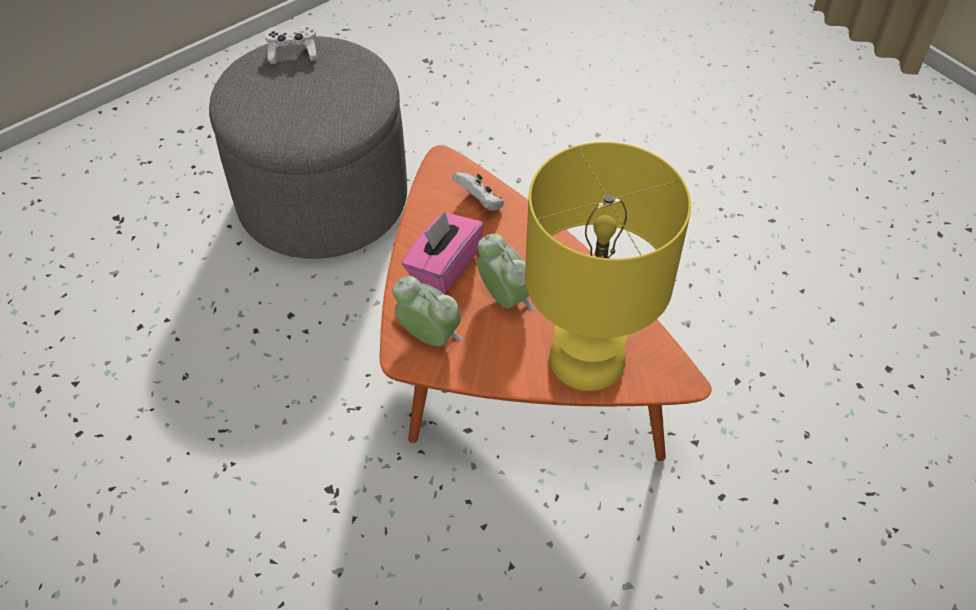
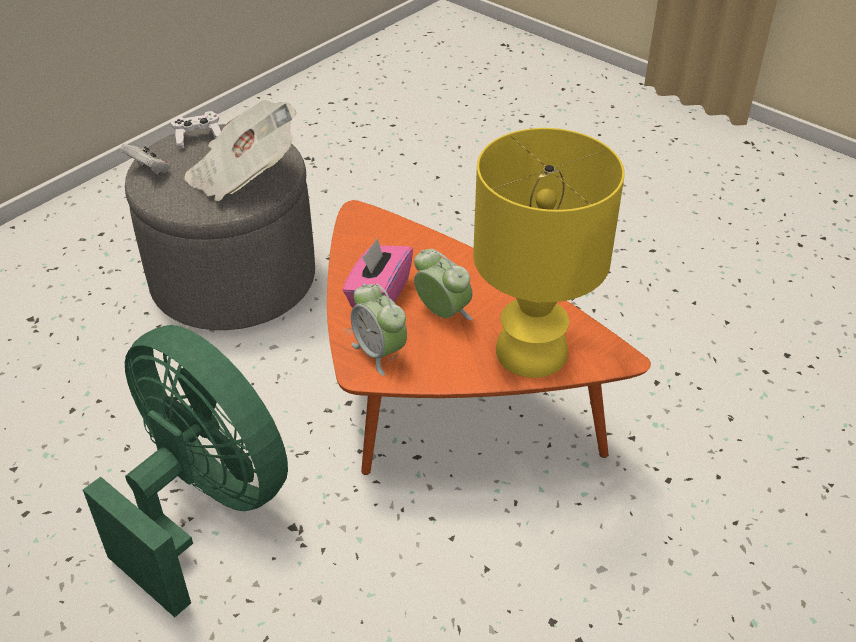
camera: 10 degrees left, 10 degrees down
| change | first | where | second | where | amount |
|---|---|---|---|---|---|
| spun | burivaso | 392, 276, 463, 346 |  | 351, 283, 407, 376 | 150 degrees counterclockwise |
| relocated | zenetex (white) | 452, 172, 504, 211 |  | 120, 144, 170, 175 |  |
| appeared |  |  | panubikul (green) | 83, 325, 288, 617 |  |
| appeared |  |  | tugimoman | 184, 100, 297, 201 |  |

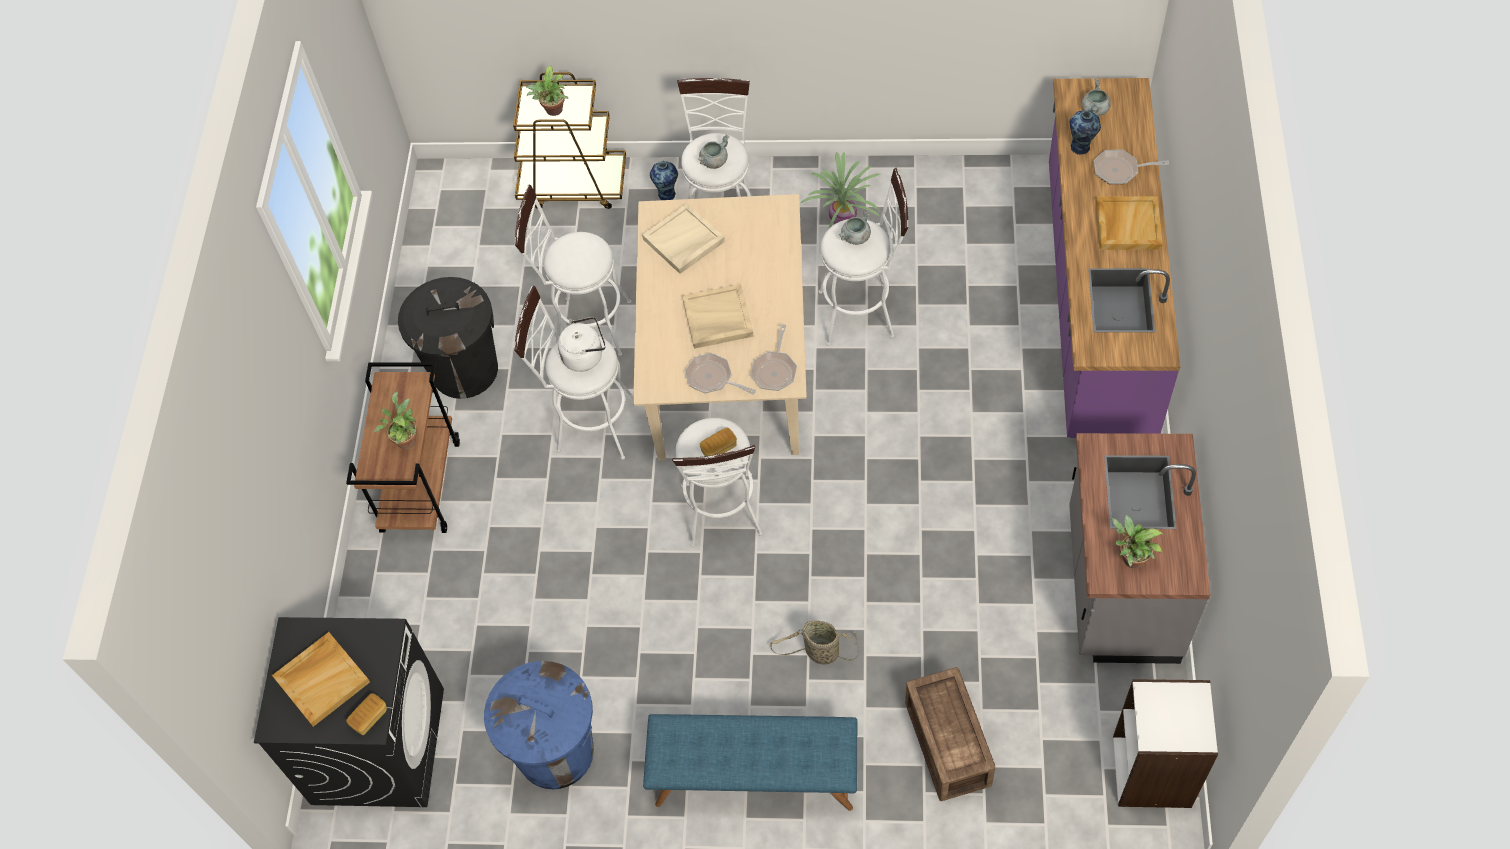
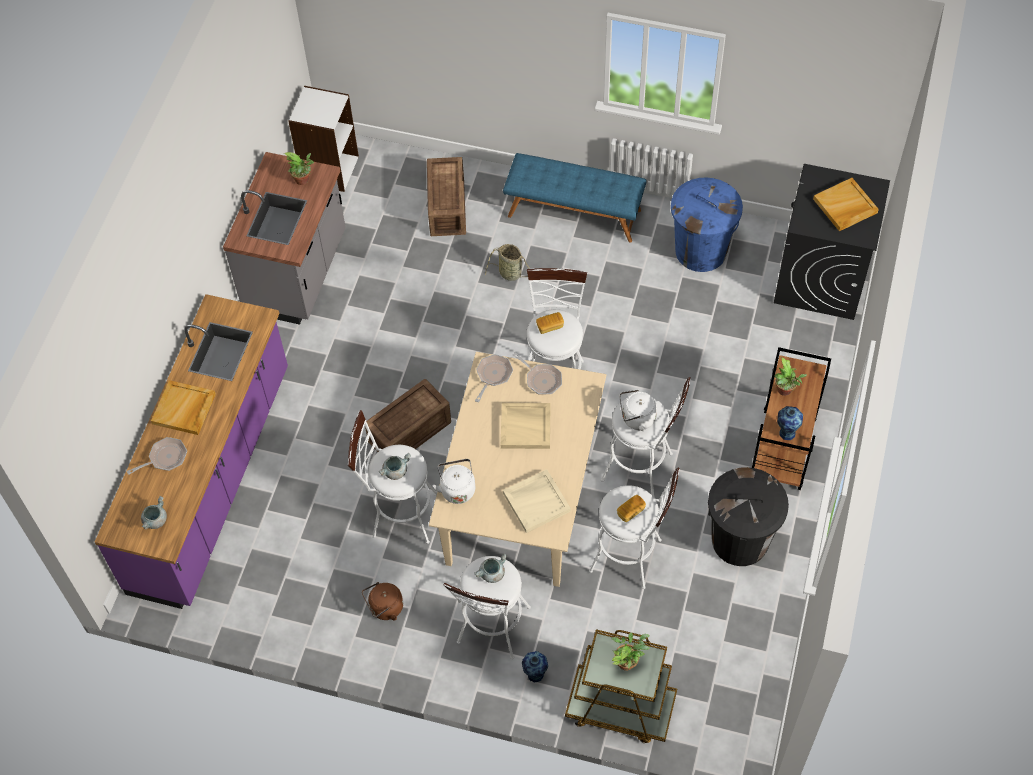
camera: 170 degrees left, 0 degrees up
| change | first | where | second | where | amount |
|---|---|---|---|---|---|
| relocated | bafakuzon | 346, 693, 387, 735 |  | 617, 495, 646, 522 |  |
| exchanged | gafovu | 801, 152, 881, 227 | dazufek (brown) | 362, 582, 403, 621 |  |
| relocated | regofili | 1070, 110, 1101, 155 |  | 777, 406, 803, 440 |  |
| spun | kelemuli | 1094, 150, 1169, 185 |  | 127, 437, 187, 475 | 45 degrees counterclockwise |
| appeared |  |  | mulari | 365, 379, 451, 452 |  |
| appeared |  |  | dazufek (white) | 432, 459, 475, 504 |  |

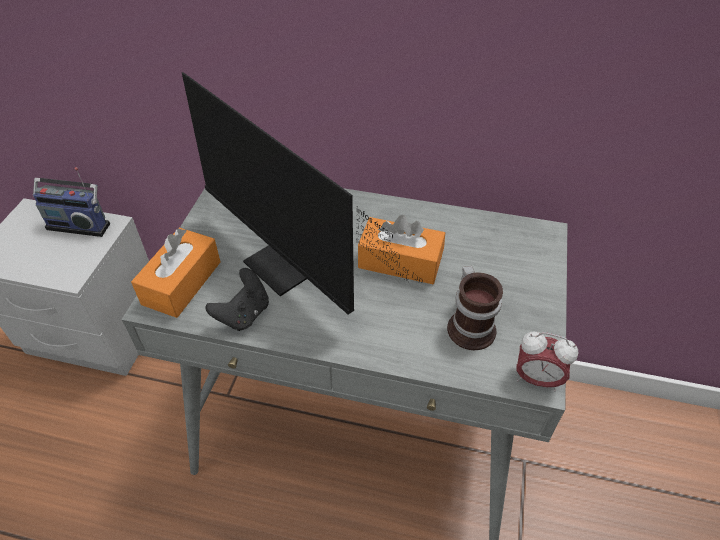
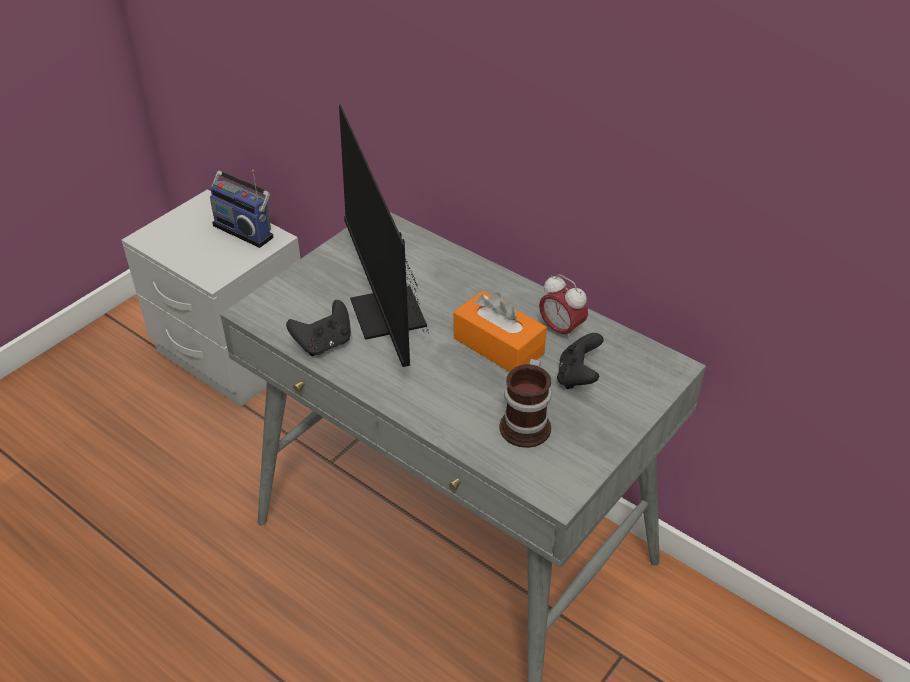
camera: 25 degrees right, 5 degrees down
| change | first | where | second | where | amount |
|---|---|---|---|---|---|
| missing | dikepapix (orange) | 131, 228, 220, 318 |  |  |  |
| relocated | burivaso | 517, 331, 578, 392 |  | 539, 274, 588, 342 |  |
| appeared |  |  | zenetex (black) | 557, 333, 604, 389 |  |

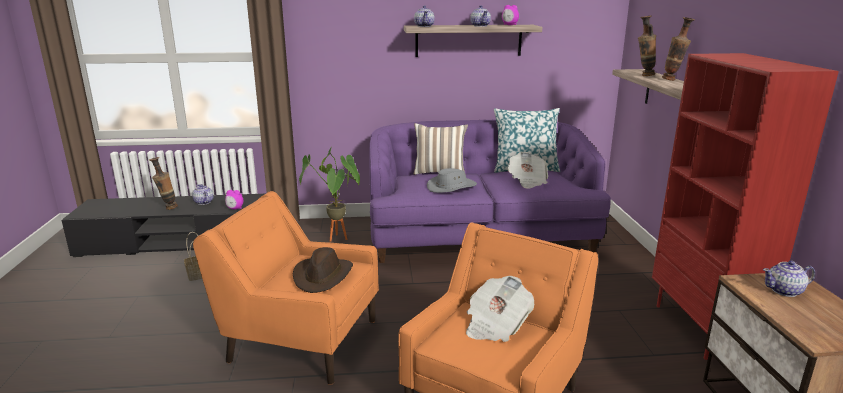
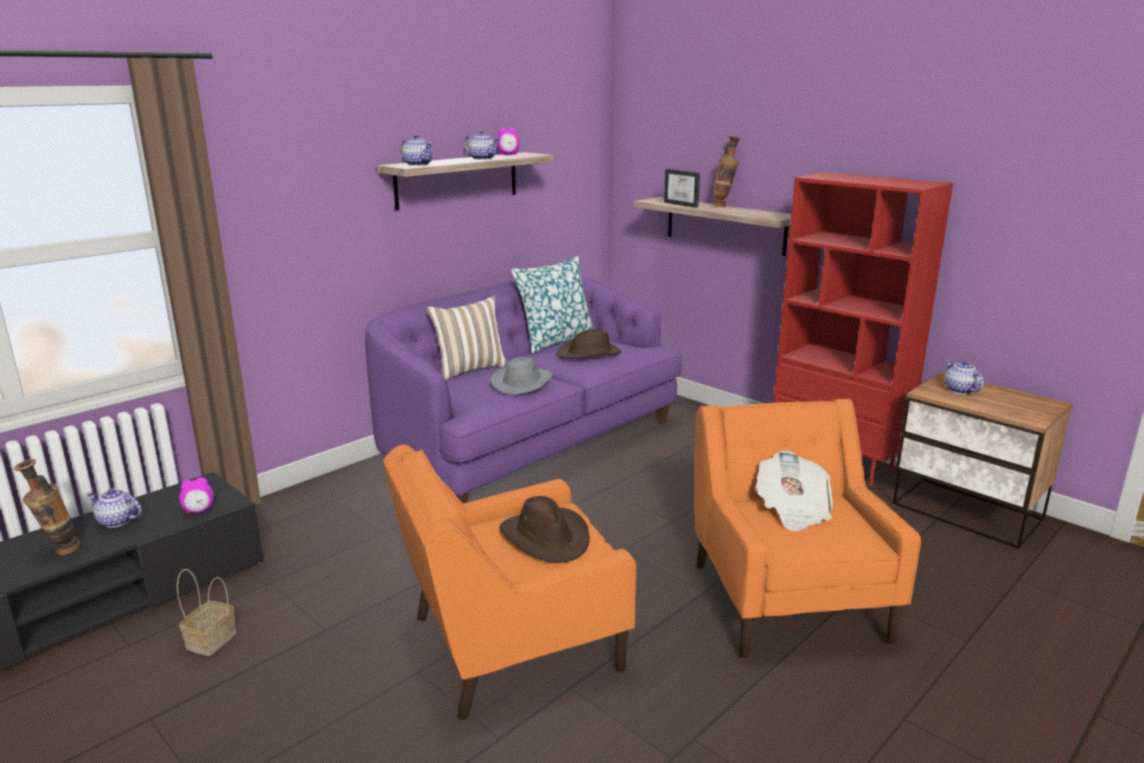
camera: 40 degrees left, 0 degrees up
| change | first | where | second | where | amount |
|---|---|---|---|---|---|
| missing | gafovu | 299, 148, 360, 242 |  |  |  |
| exchanged | tugimoman | 508, 152, 548, 189 | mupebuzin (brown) | 557, 329, 621, 359 |  |
| exchanged | regofili | 638, 15, 656, 76 | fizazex | 664, 169, 700, 208 |  |
| spun | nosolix | 763, 261, 815, 297 |  | 945, 360, 984, 394 | 120 degrees clockwise |

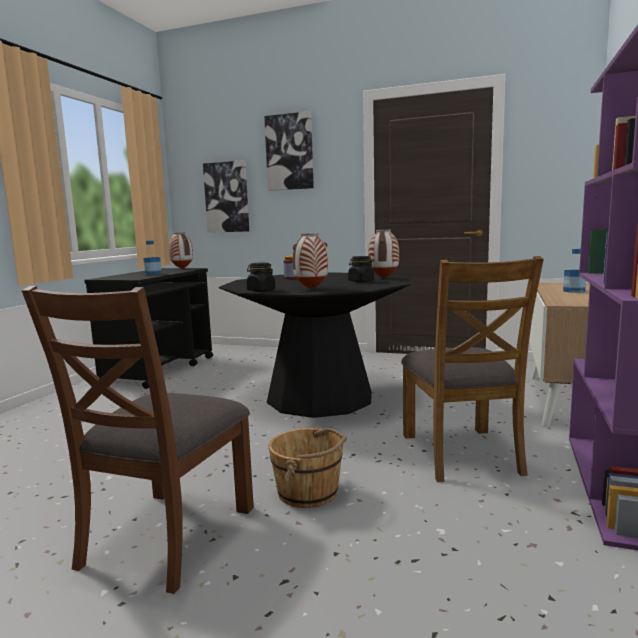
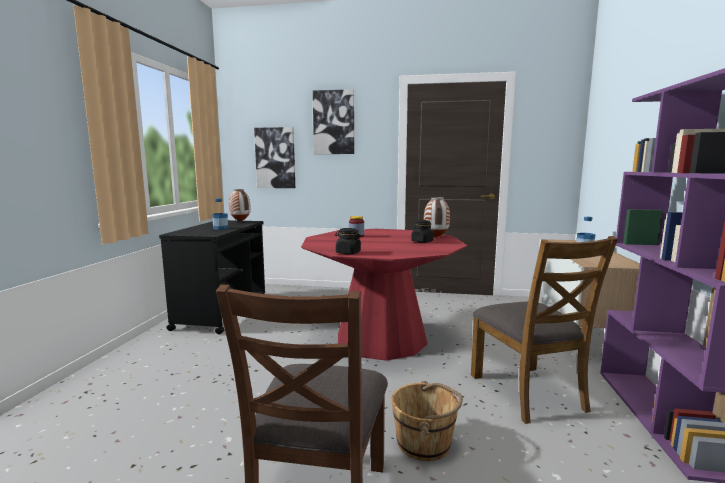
camera: 10 degrees left, 0 degrees up
| change | first | where | second | where | amount |
|---|---|---|---|---|---|
| colour | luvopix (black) | 219, 272, 411, 418 | luvopix (red) | 301, 229, 467, 361 |  |
| missing | regofili | 293, 233, 329, 289 |  |  |  |

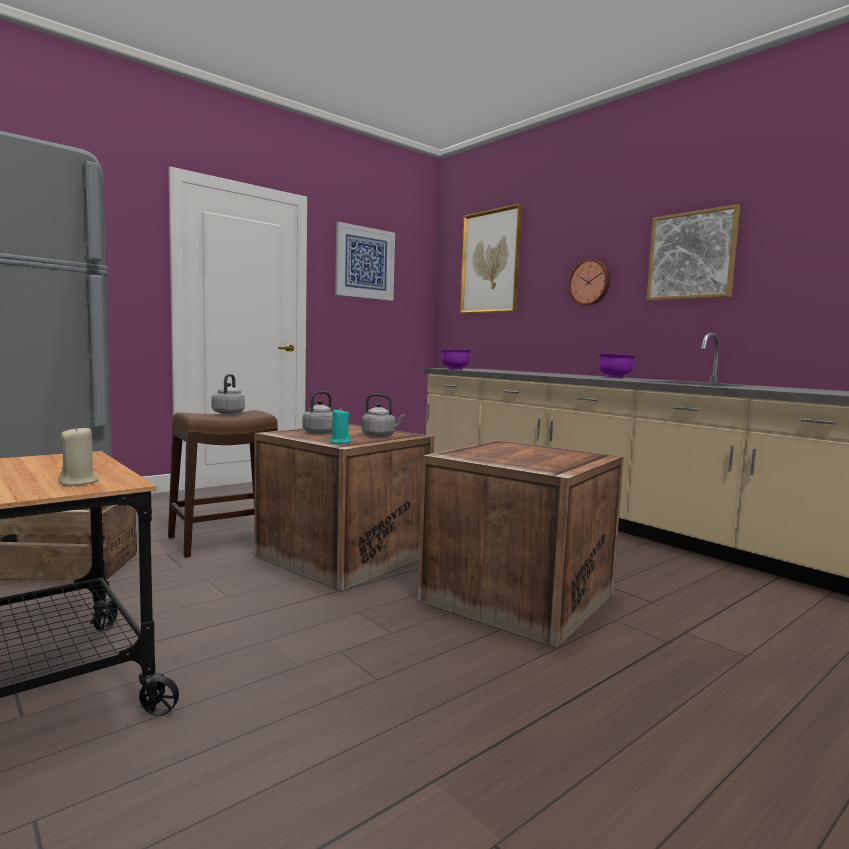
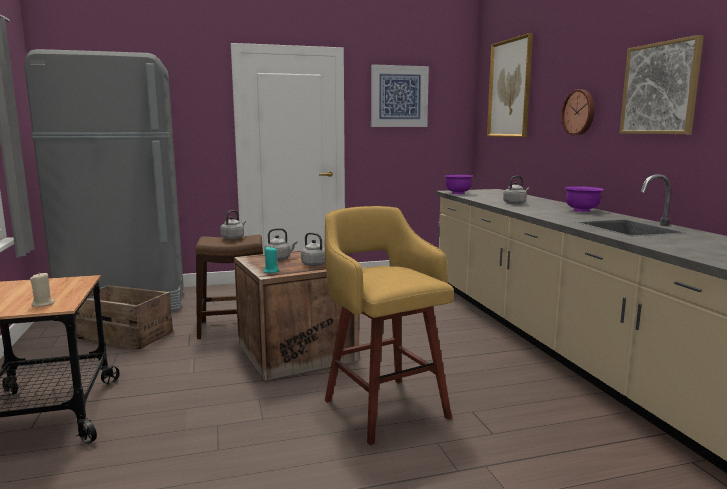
camera: 25 degrees right, 5 degrees up
| change | first | where | second | where | amount |
|---|---|---|---|---|---|
| exchanged | mulari | 418, 440, 624, 648 | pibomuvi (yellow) | 325, 206, 454, 445 |  |
| appeared |  |  | dazufek (grey) | 503, 176, 530, 204 |  |

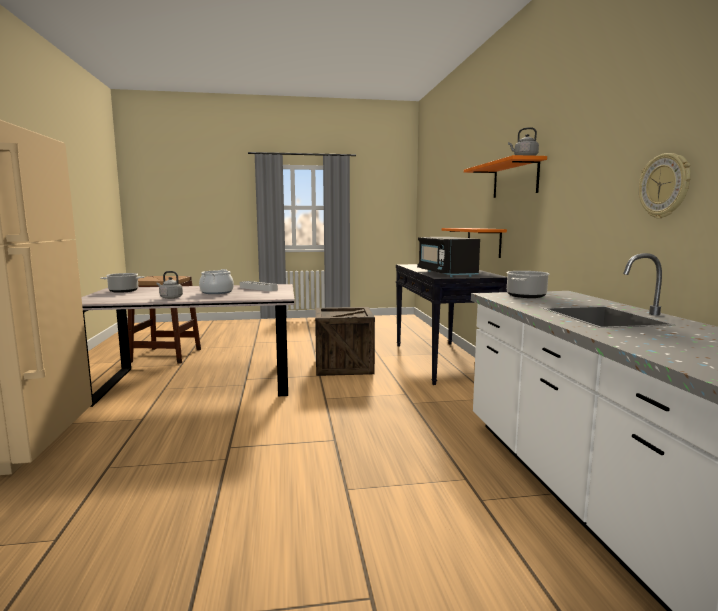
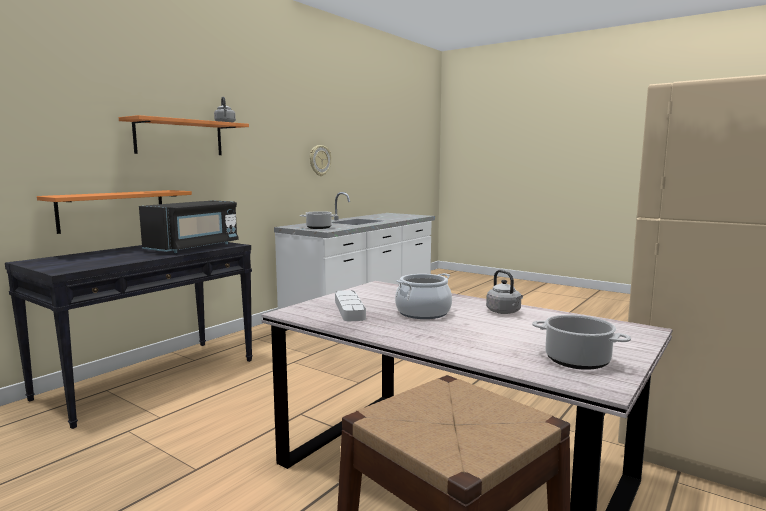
camera: 135 degrees left, 0 degrees up
| change | first | where | second | where | amount |
|---|---|---|---|---|---|
| missing | mulari | 315, 307, 375, 376 |  |  |  |

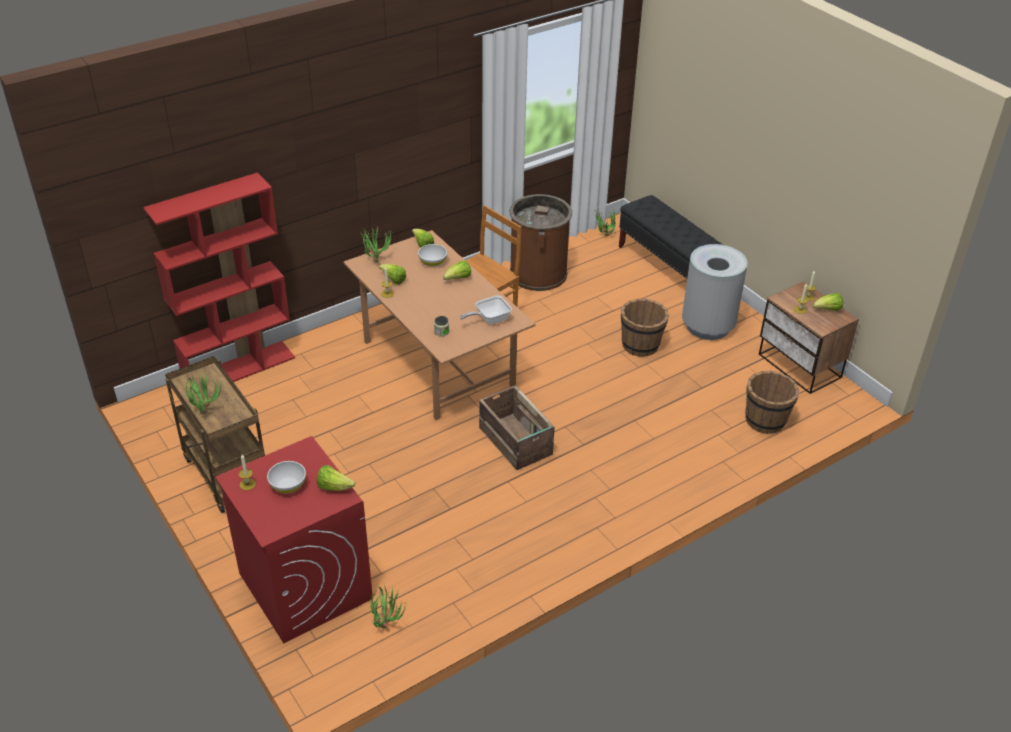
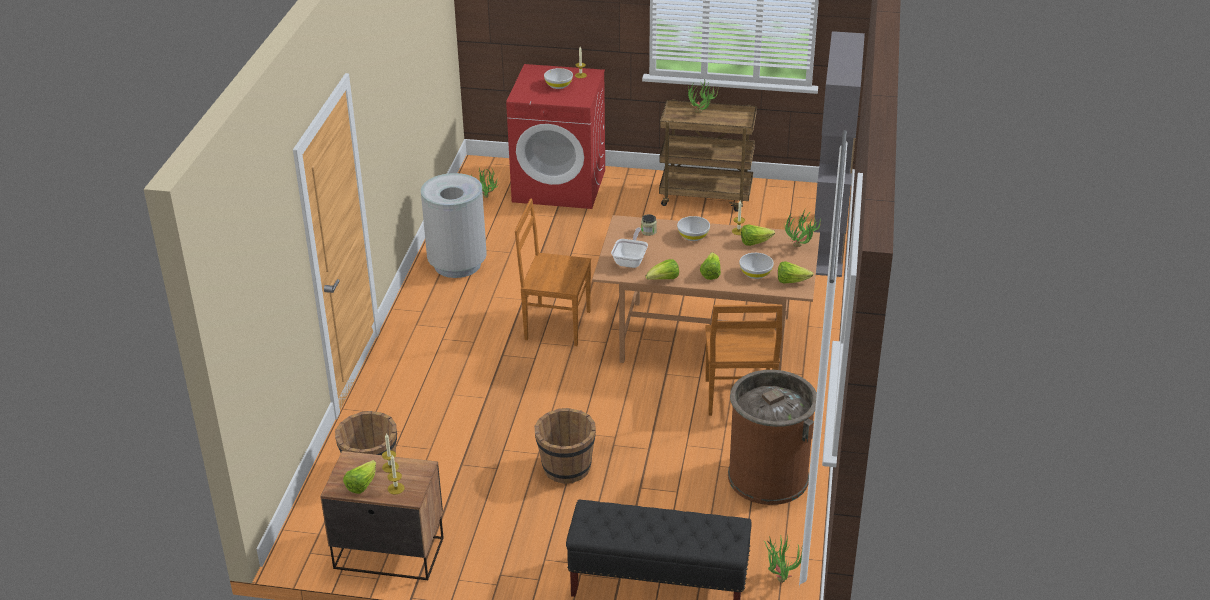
camera: 135 degrees right, 5 degrees down
| change | first | where | second | where | amount |
|---|---|---|---|---|---|
| colour | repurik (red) | 143, 172, 295, 382 | repurik (grey) | 814, 31, 865, 277 |  |
| relocated | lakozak | 317, 465, 356, 491 |  | 646, 259, 679, 280 |  |
| exchanged | mulari | 479, 385, 555, 470 | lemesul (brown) | 515, 198, 591, 346 |  |
| relocated | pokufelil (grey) | 682, 244, 748, 340 |  | 421, 173, 487, 278 |  |
| appeared |  |  | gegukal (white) | 677, 216, 710, 241 |  |

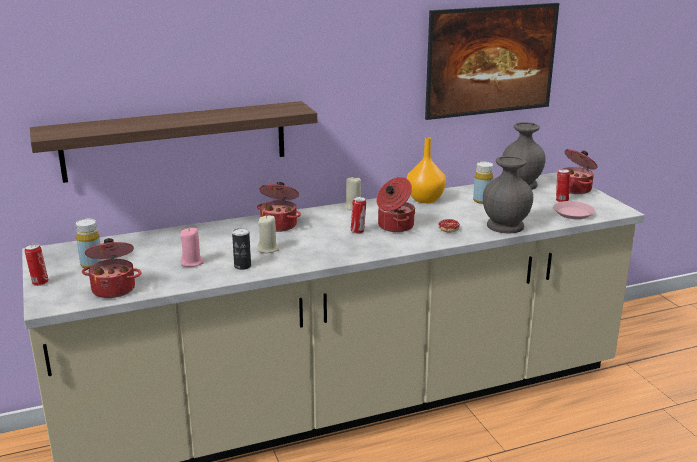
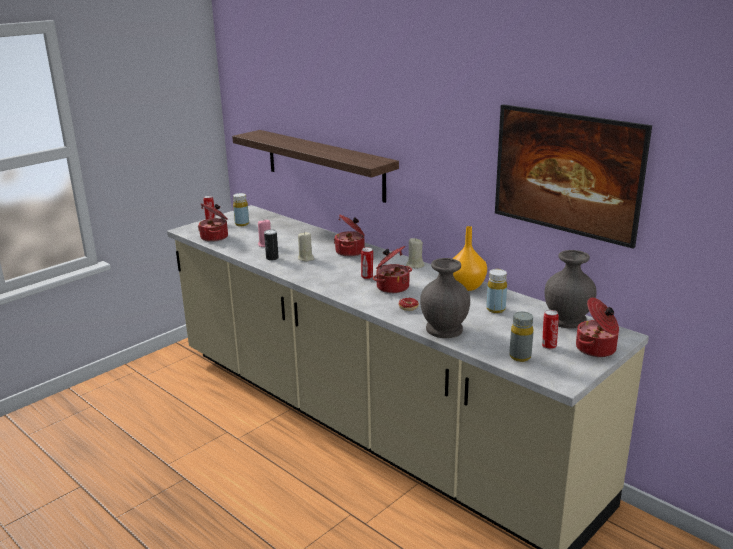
camera: 65 degrees right, 0 degrees up
| change | first | where | second | where | amount |
|---|---|---|---|---|---|
| exchanged | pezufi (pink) | 553, 201, 595, 219 | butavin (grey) | 509, 311, 534, 362 |  |

